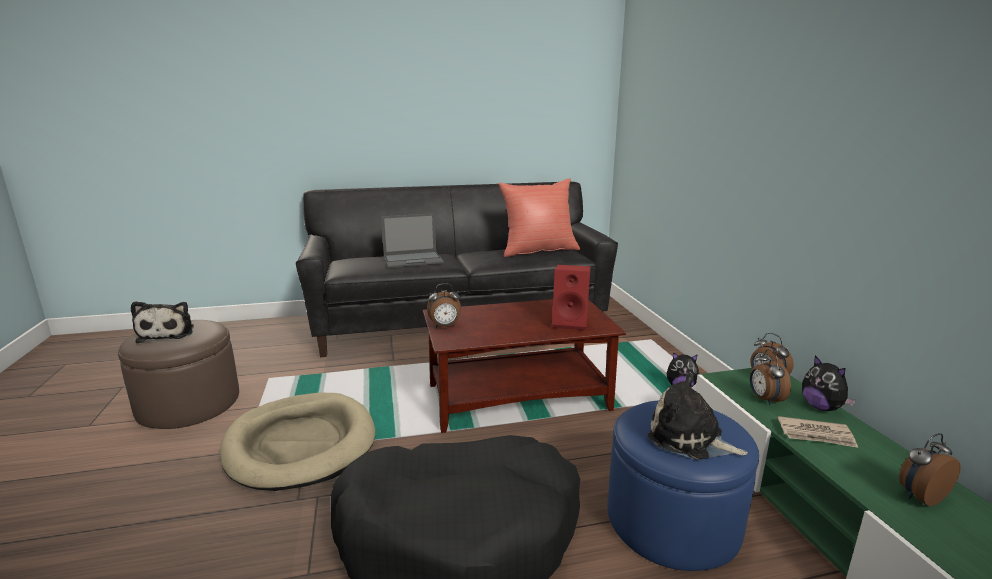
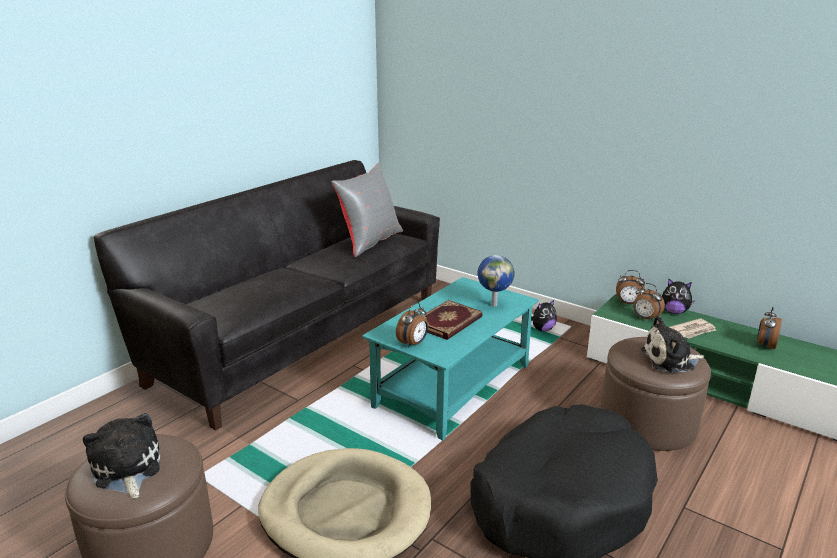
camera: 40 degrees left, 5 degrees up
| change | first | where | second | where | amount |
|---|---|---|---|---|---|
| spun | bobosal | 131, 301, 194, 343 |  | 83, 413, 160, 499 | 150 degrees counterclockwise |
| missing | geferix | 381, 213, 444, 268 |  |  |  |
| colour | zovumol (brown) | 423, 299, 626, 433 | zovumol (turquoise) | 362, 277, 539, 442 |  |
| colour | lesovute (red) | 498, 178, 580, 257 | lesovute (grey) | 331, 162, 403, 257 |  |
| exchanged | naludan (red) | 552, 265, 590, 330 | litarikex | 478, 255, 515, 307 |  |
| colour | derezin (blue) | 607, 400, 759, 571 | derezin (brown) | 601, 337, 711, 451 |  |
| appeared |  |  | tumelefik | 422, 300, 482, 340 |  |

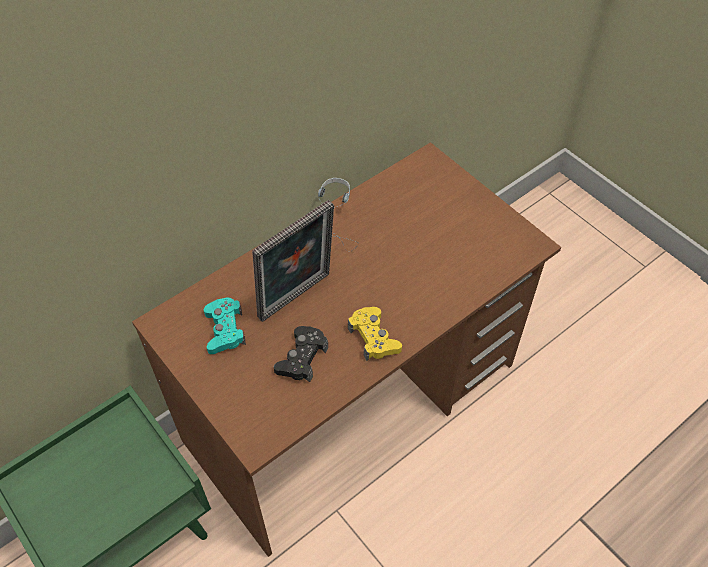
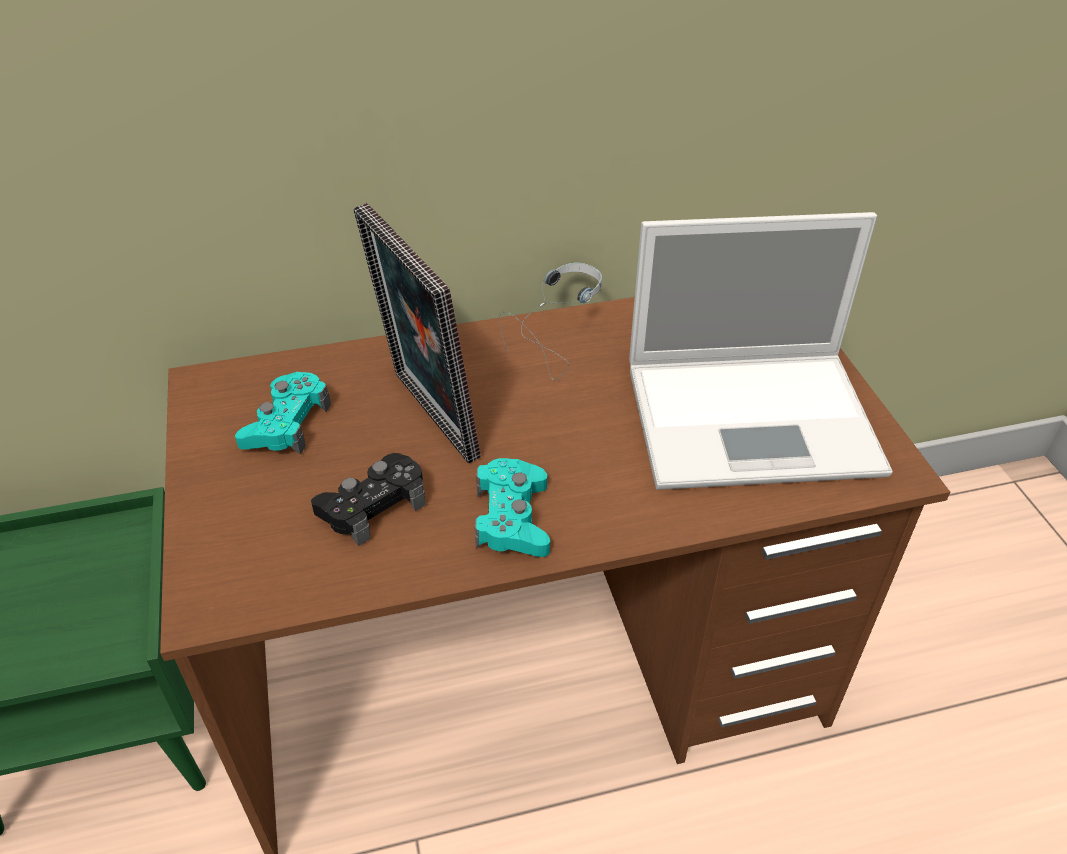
camera: 25 degrees right, 10 degrees down
| change | first | where | second | where | amount |
|---|---|---|---|---|---|
| spun | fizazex | 252, 200, 334, 322 |  | 353, 203, 481, 464 | 75 degrees clockwise |
| colour | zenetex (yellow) | 348, 307, 402, 361 | zenetex (turquoise) | 475, 458, 550, 557 |  |
| appeared |  |  | geferix | 629, 212, 893, 490 |  |

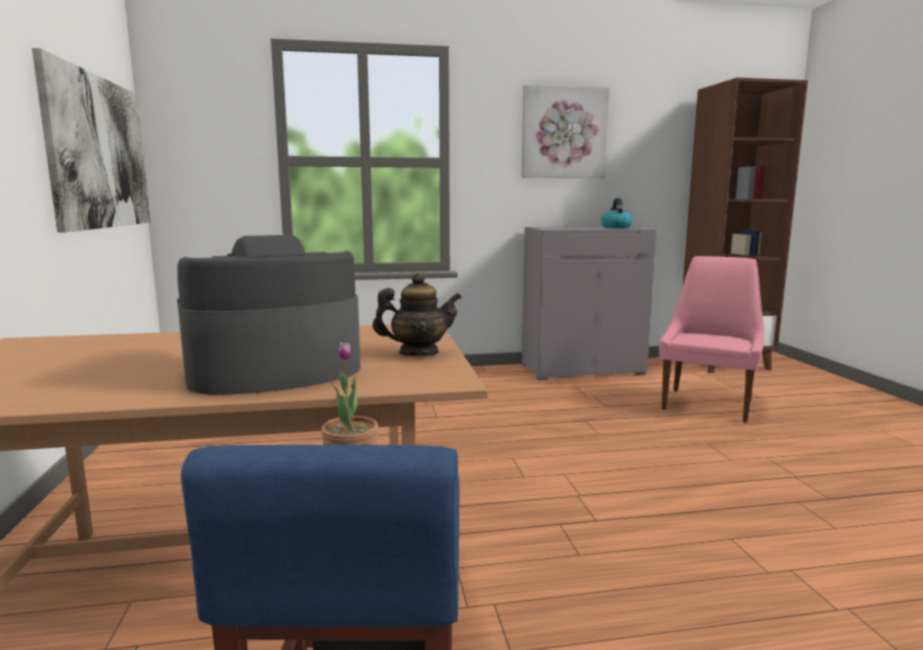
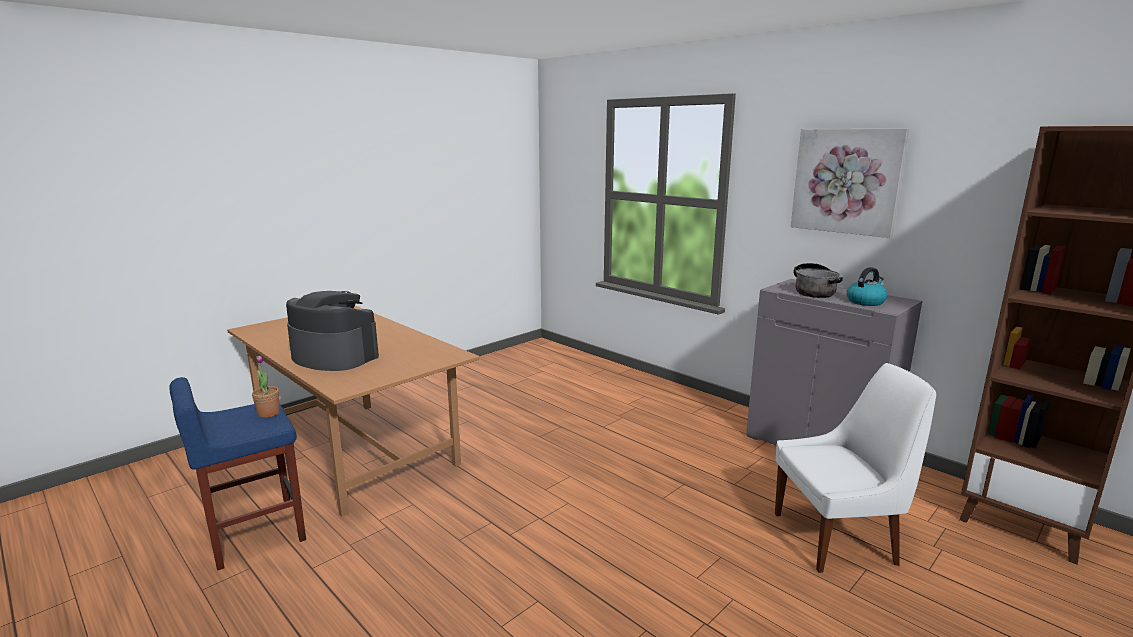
camera: 55 degrees right, 5 degrees up
| change | first | where | second | where | amount |
|---|---|---|---|---|---|
| missing | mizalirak | 32, 48, 151, 233 |  |  |  |
| missing | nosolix | 373, 273, 462, 356 |  |  |  |
| colour | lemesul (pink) | 659, 256, 764, 422 | lemesul (white) | 775, 363, 936, 573 |  |
| appeared |  |  | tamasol | 793, 263, 843, 298 |  |

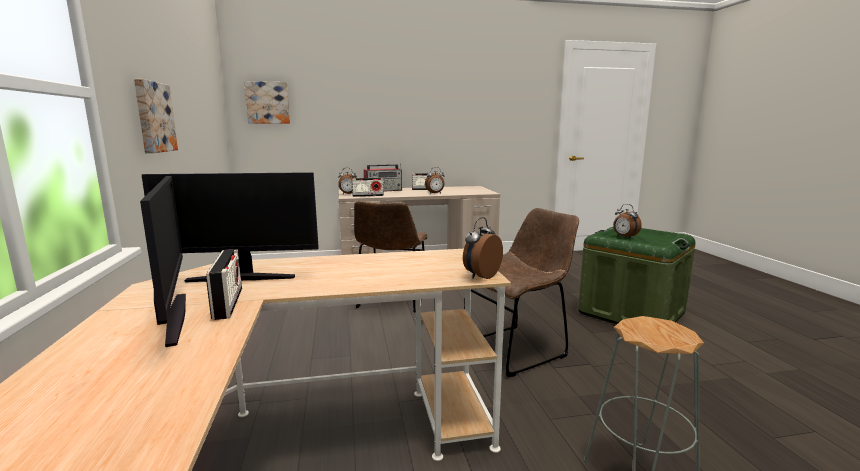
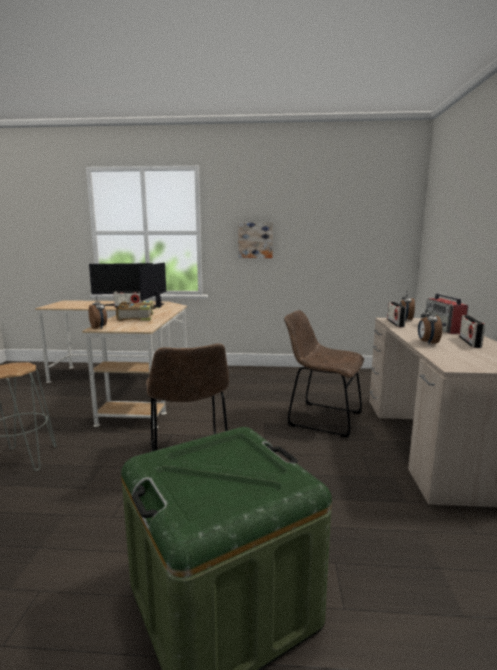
camera: 105 degrees right, 0 degrees up
| change | first | where | second | where | amount |
|---|---|---|---|---|---|
| missing | mizalirak | 244, 81, 290, 123 |  |  |  |
| missing | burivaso | 613, 204, 642, 239 |  |  |  |
| appeared |  |  | tumelefik | 116, 301, 159, 321 |  |

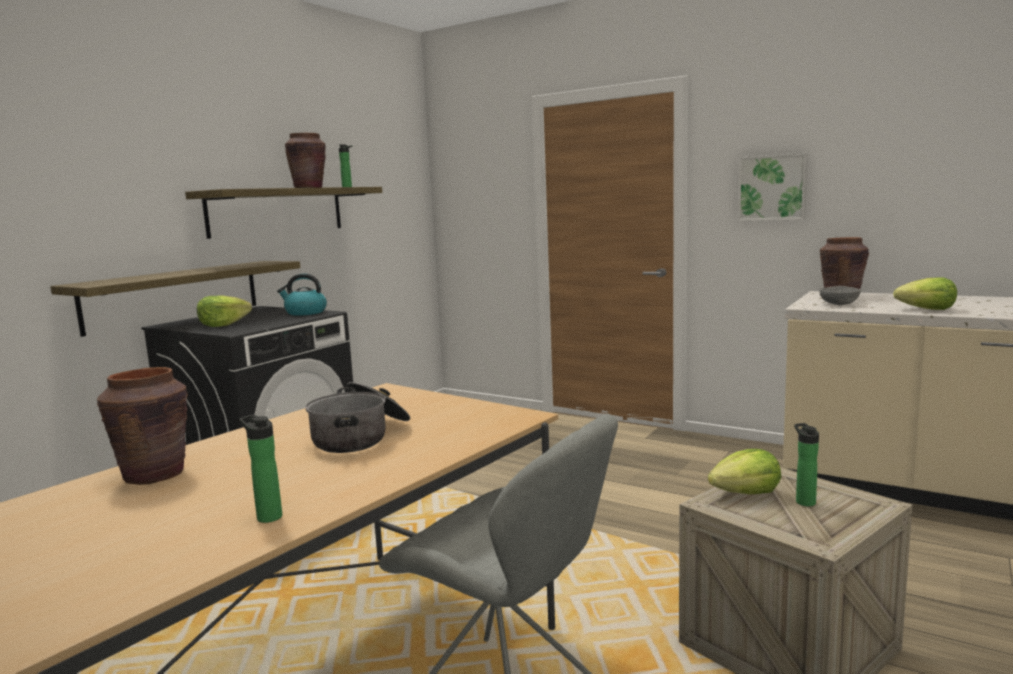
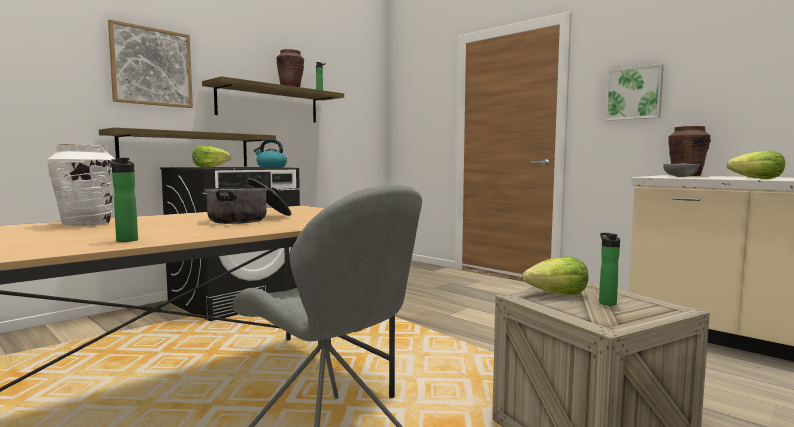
camera: 10 degrees right, 5 degrees down
| change | first | where | second | where | amount |
|---|---|---|---|---|---|
| colour | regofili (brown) | 97, 367, 188, 485 | regofili (white) | 47, 144, 115, 226 |  |
| appeared |  |  | mizalirak | 108, 20, 193, 108 |  |

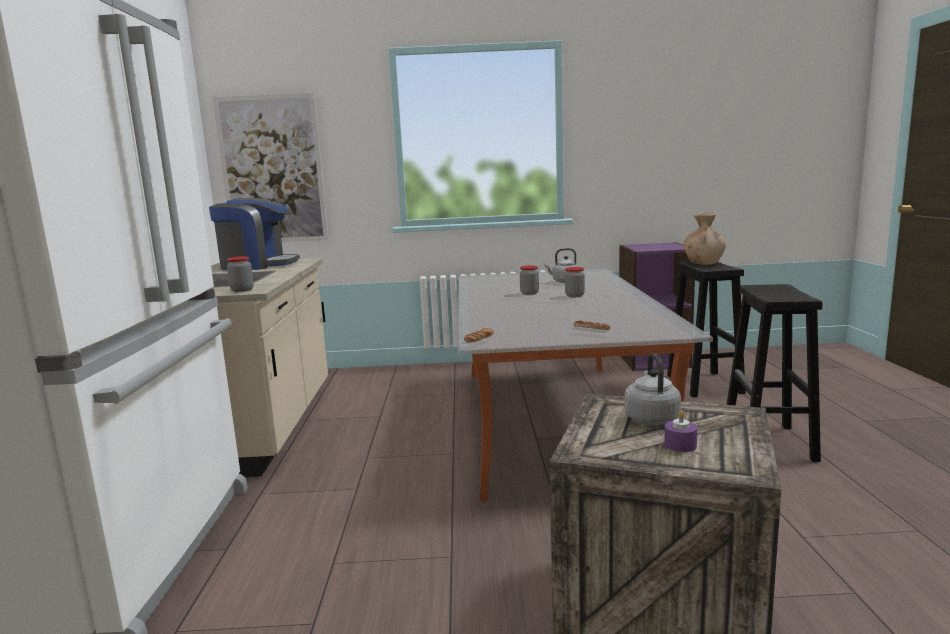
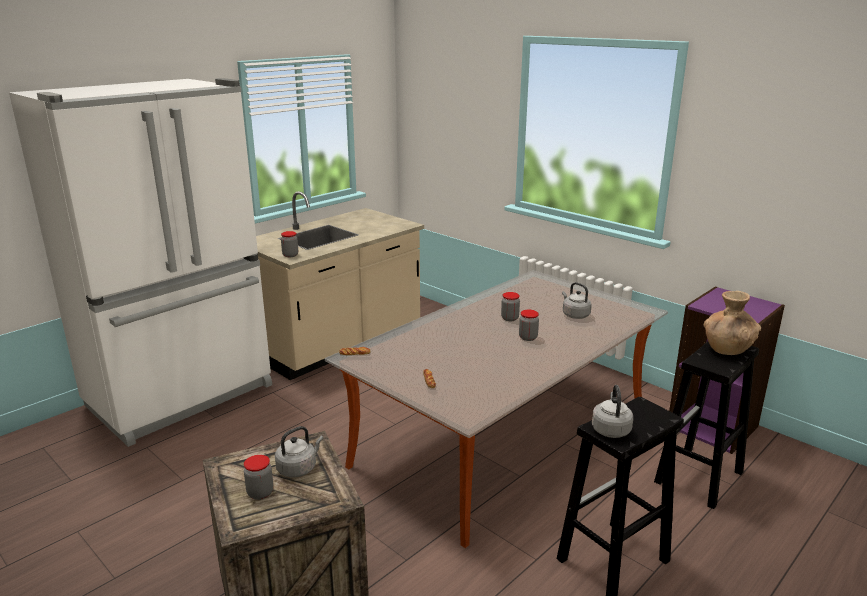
camera: 45 degrees right, 10 degrees up
| change | first | where | second | where | amount |
|---|---|---|---|---|---|
| missing | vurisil | 209, 198, 300, 270 |  |  |  |
| missing | mizalirak | 213, 93, 328, 242 |  |  |  |
| exchanged | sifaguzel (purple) | 664, 410, 697, 452 | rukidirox | 244, 455, 273, 500 |  |
| appeared |  |  | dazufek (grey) | 592, 385, 633, 438 |  |

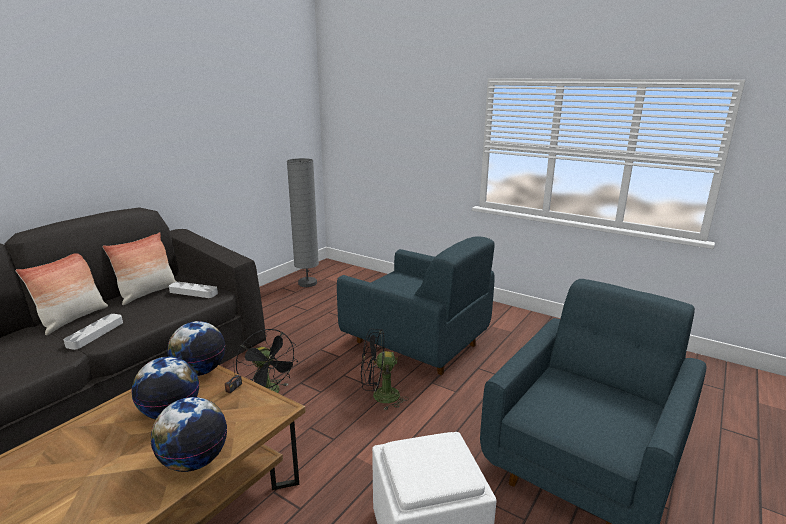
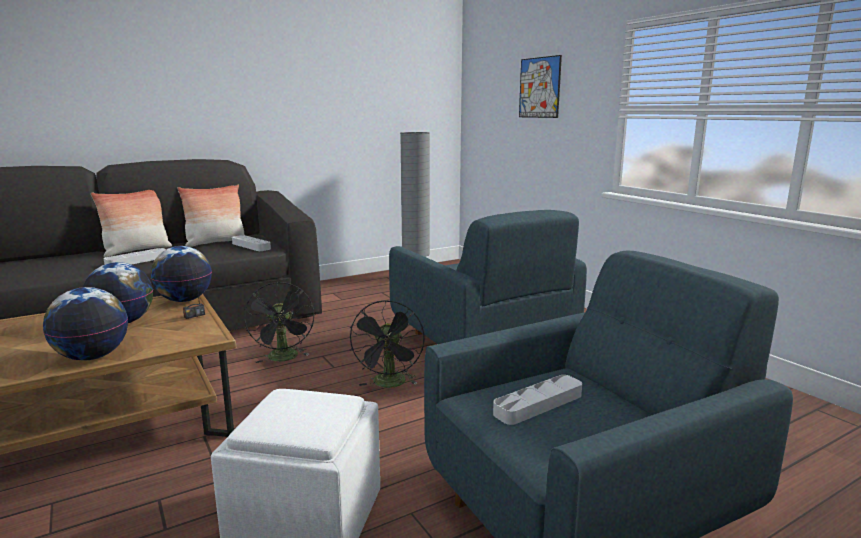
camera: 25 degrees right, 5 degrees down
| change | first | where | second | where | amount |
|---|---|---|---|---|---|
| spun | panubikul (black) | 361, 329, 409, 410 |  | 349, 300, 424, 388 | 105 degrees counterclockwise |
| appeared |  |  | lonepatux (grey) | 493, 375, 582, 425 |  |
| appeared |  |  | mizalirak | 519, 55, 562, 118 |  |

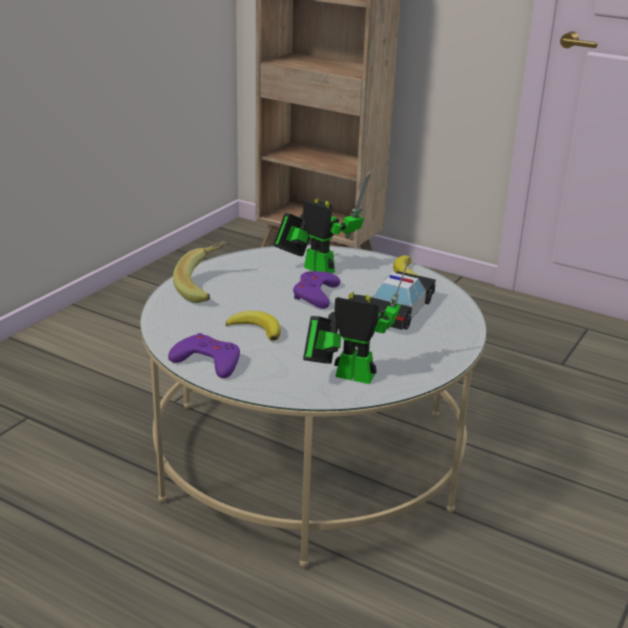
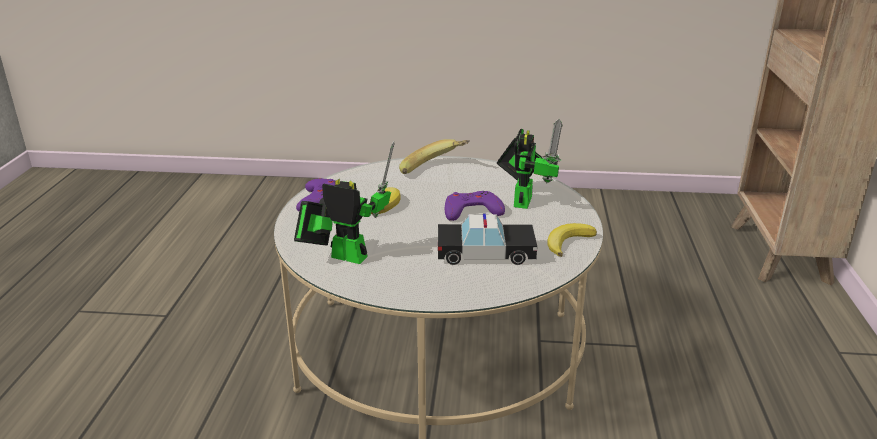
camera: 65 degrees right, 0 degrees up
| change | first | where | second | where | amount |
|---|---|---|---|---|---|
| spun | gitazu | 303, 251, 412, 384 |  | 294, 141, 394, 264 | 60 degrees counterclockwise |

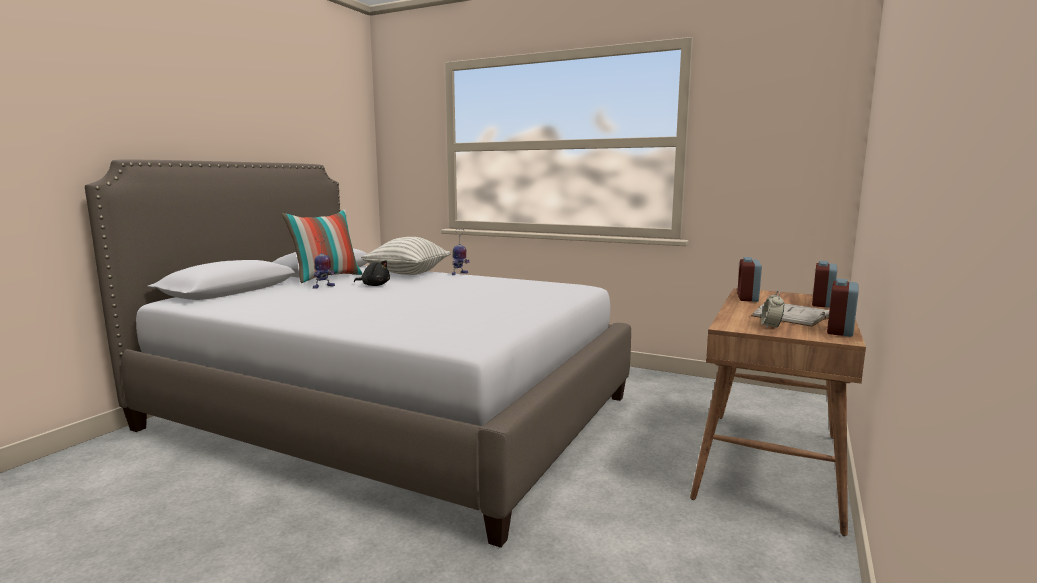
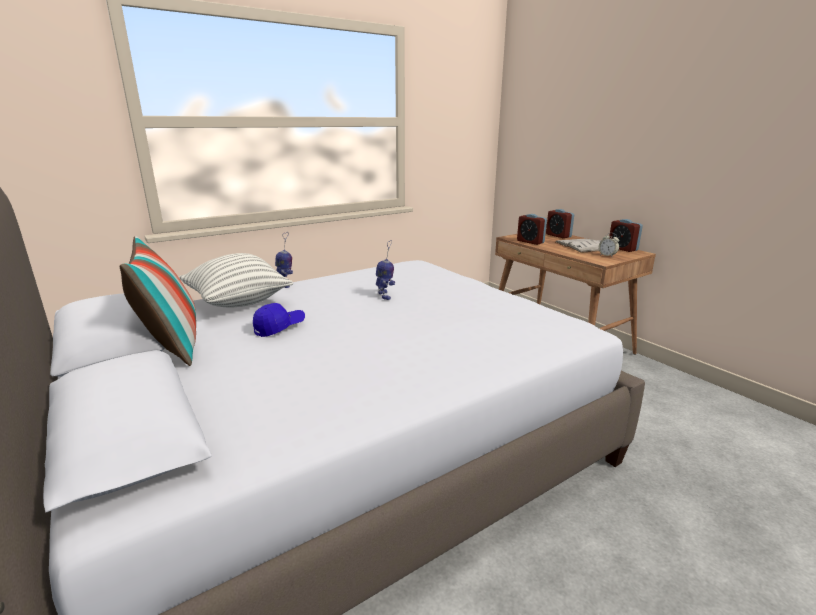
camera: 60 degrees left, 10 degrees up
| change | first | where | second | where | amount |
|---|---|---|---|---|---|
| relocated | gitazu | 313, 236, 335, 289 |  | 376, 240, 395, 300 |  |
| exchanged | bobosal (black) | 354, 260, 390, 286 | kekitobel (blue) | 253, 303, 305, 337 |  |

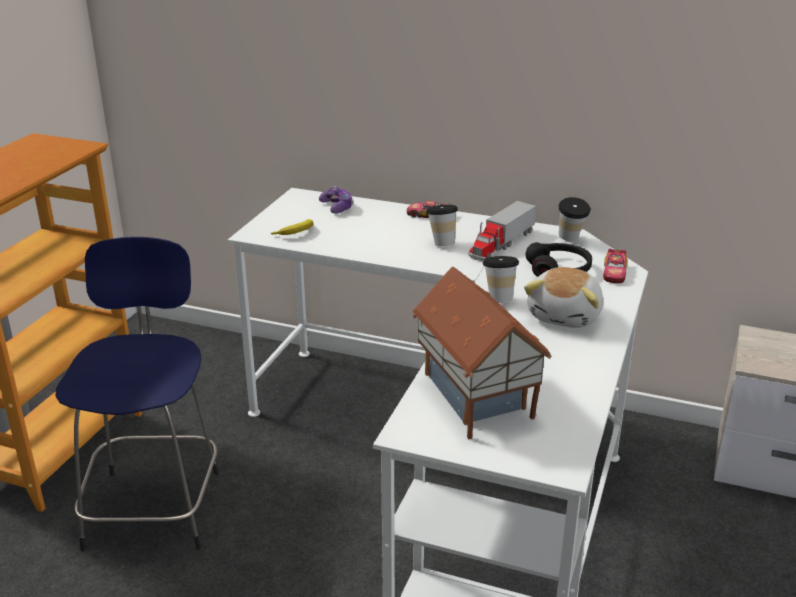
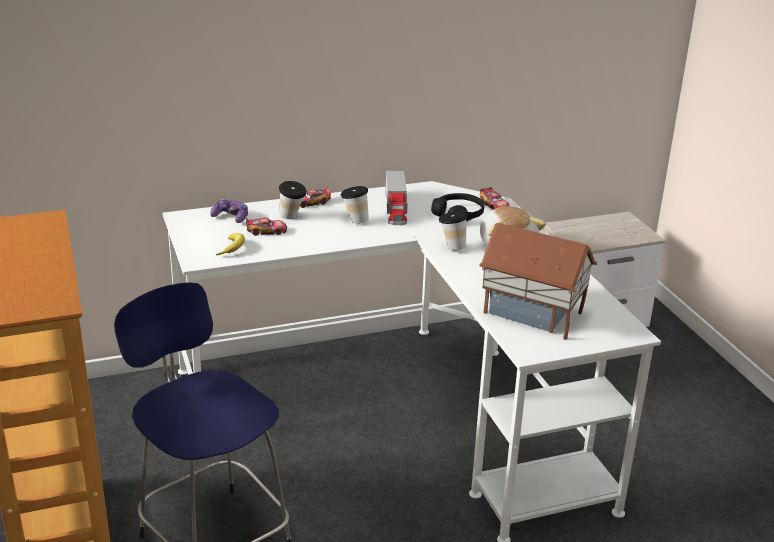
camera: 40 degrees left, 0 degrees up
| change | first | where | second | where | amount |
|---|---|---|---|---|---|
| relocated | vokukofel | 559, 197, 591, 241 |  | 279, 181, 307, 219 |  |
| appeared |  |  | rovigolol | 246, 217, 287, 236 |  |

